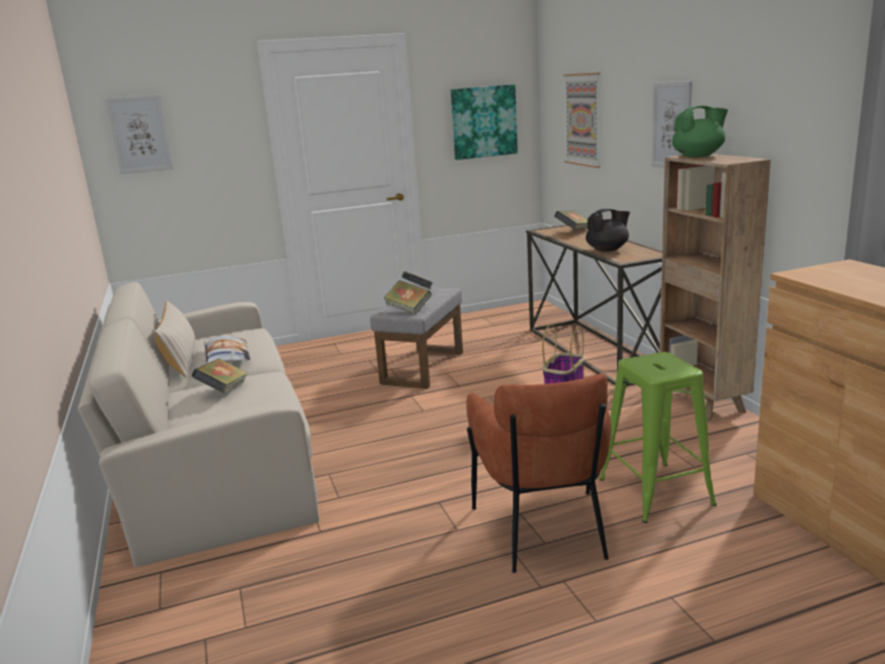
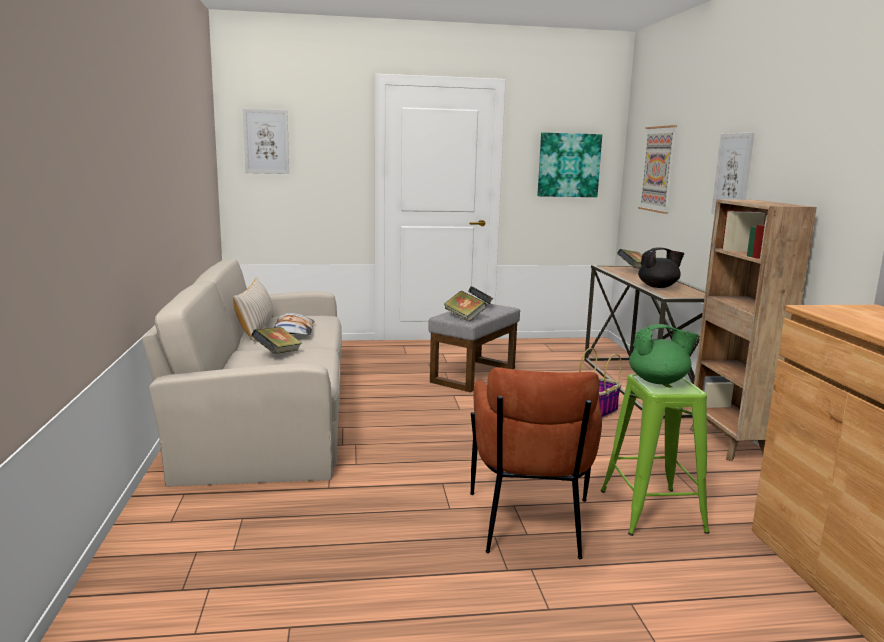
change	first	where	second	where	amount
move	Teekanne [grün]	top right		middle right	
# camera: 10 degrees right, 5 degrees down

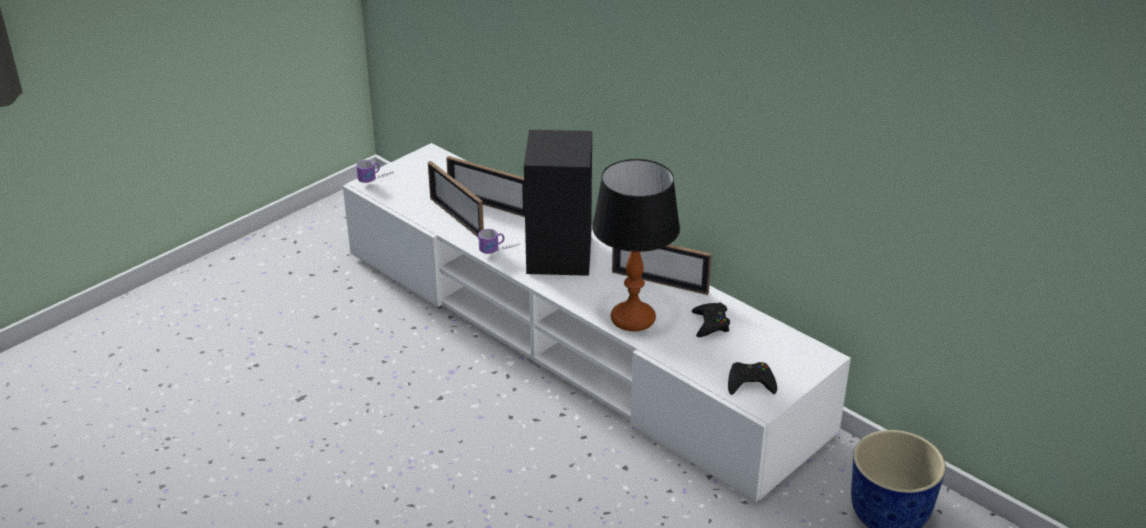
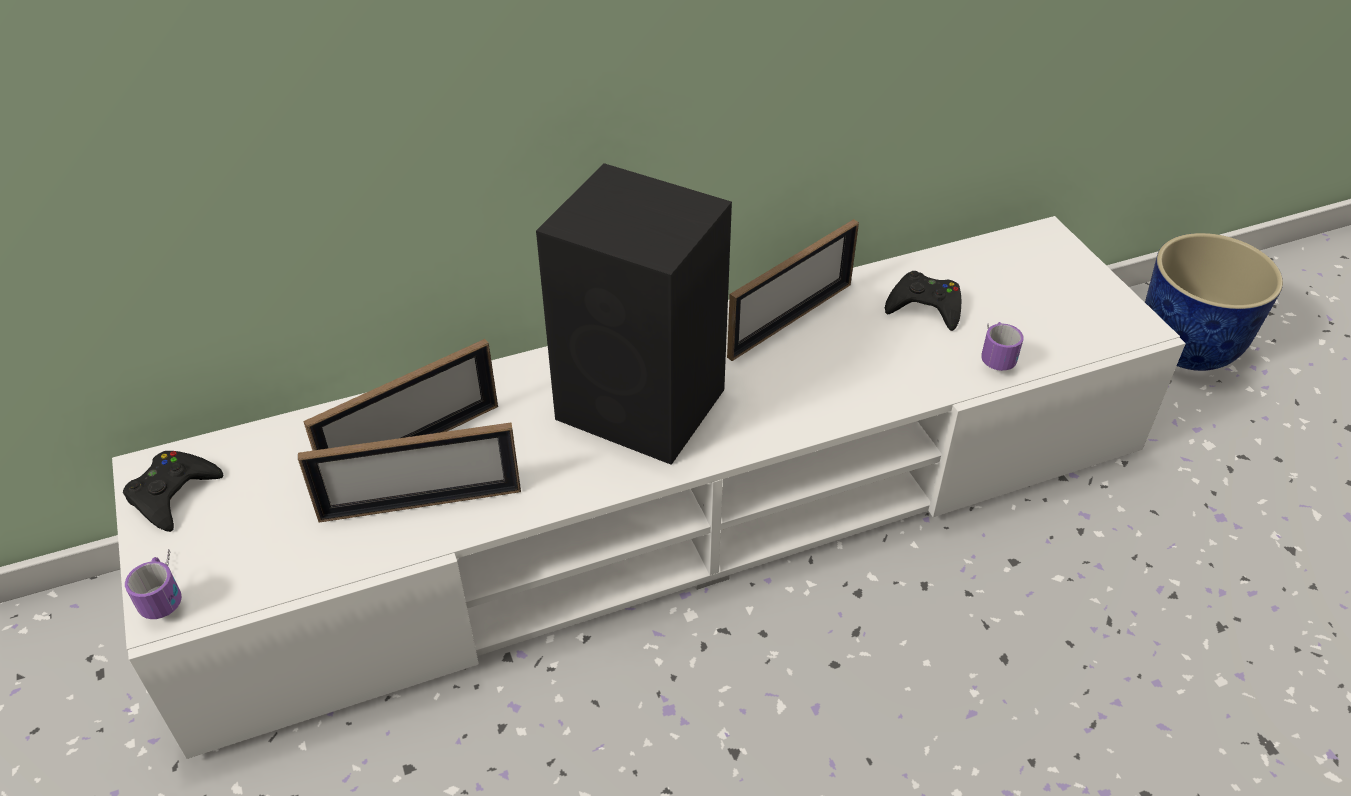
change	first	where	second	where	amount
delete	Tischlampe	centre			
move	Henkelbecher (2nd from left)	centre		middle right	
move	Gamepad [schwarz] (2nd from left in the first image)	bottom centre	Gamepad [schwarz] (1st from left)	middle left	
# camera: 65 degrees left, 10 degrees up

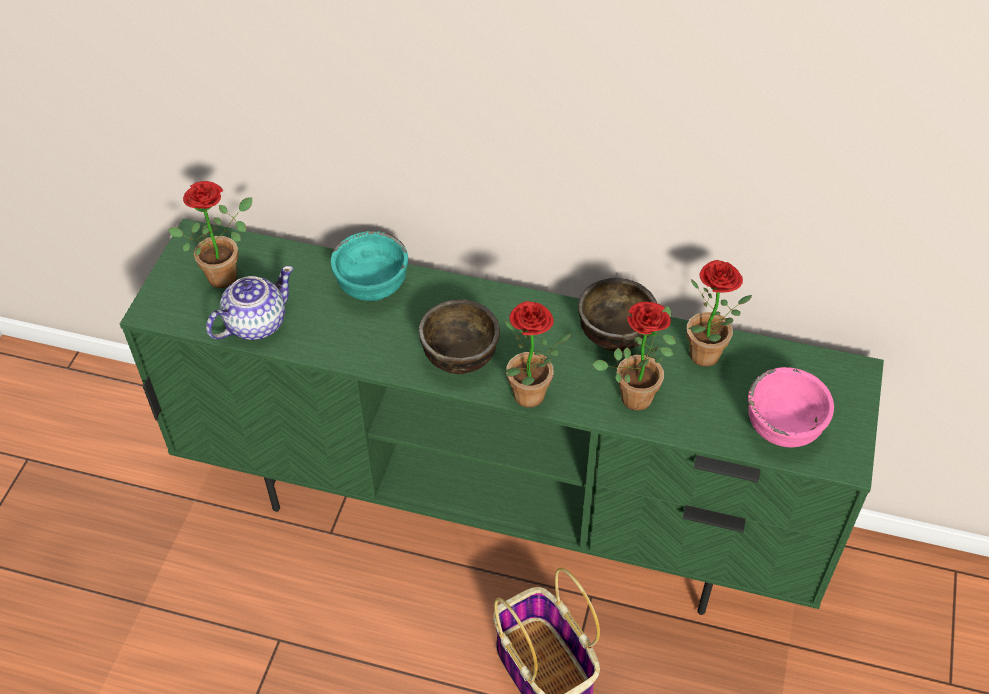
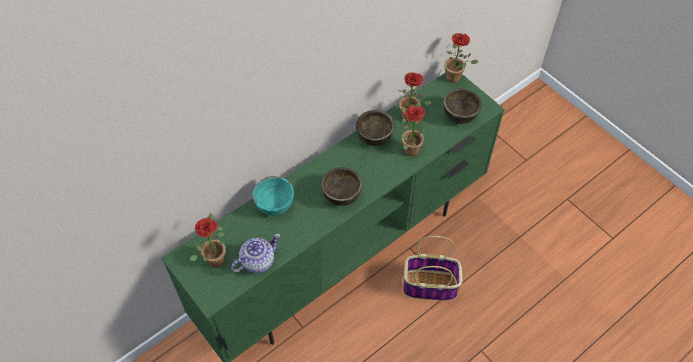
change	first	where	second	where	amount
rotate	Teekanne	middle left		bottom centre	60 degrees clockwise
move	Topfpflanze (2nd from left in the first image)	centre	Topfpflanze (4th from left)	top centre	
recolor	Schüssel [rosa]	middle right	Schüssel [braun] (3rd from left)	top right	
# camera: 55 degrees left, 5 degrees up

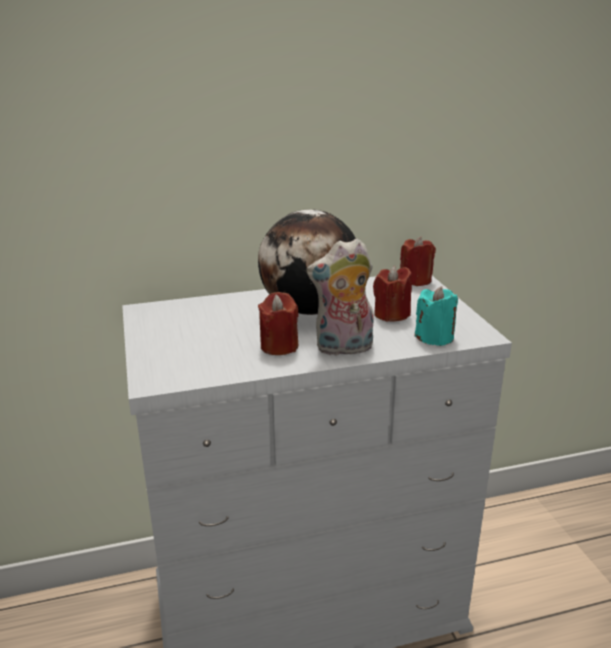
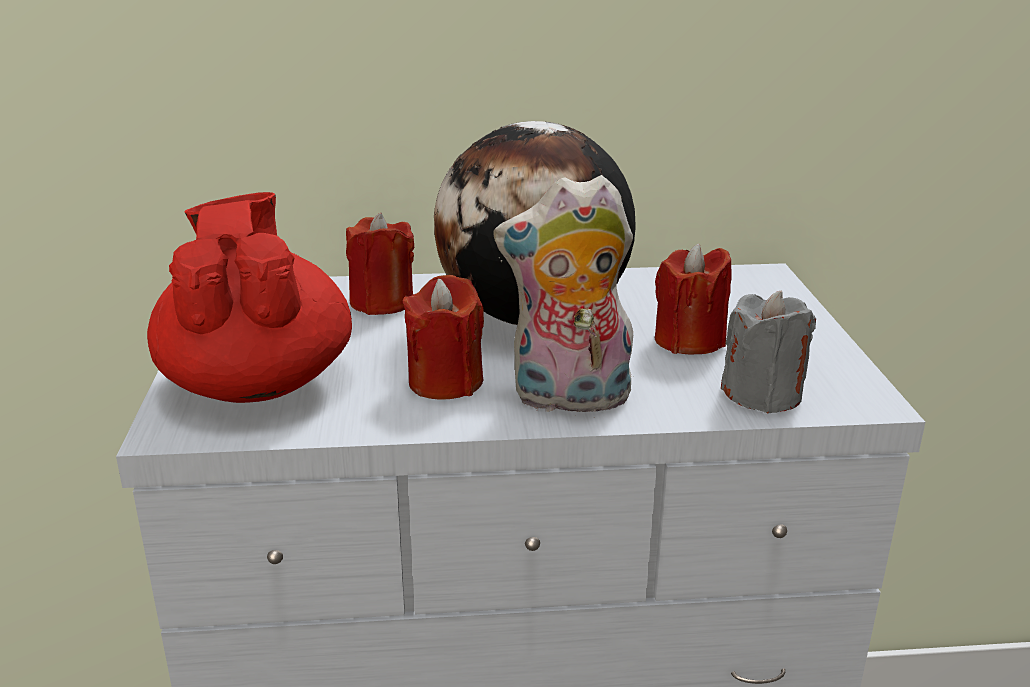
change	first	where	second	where	amount
move	Kerze [rot] (3rd from left in the first image)	middle right	Kerze [rot] (1st from left)	centre	
recolor	Kerze [türkis]	middle right	Kerze [grau]	middle right	
insert			Teekanne [rot]	middle left	
# camera: 10 degrees right, 0 degrees up

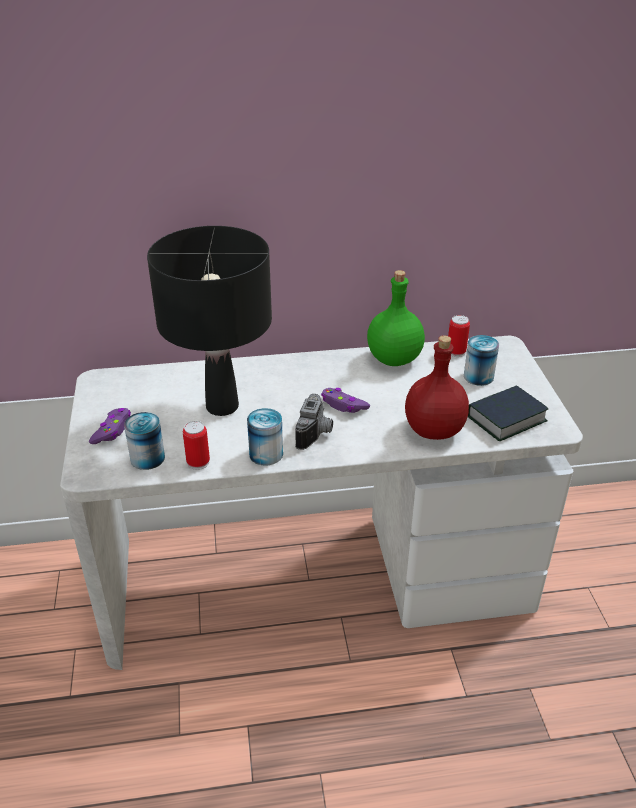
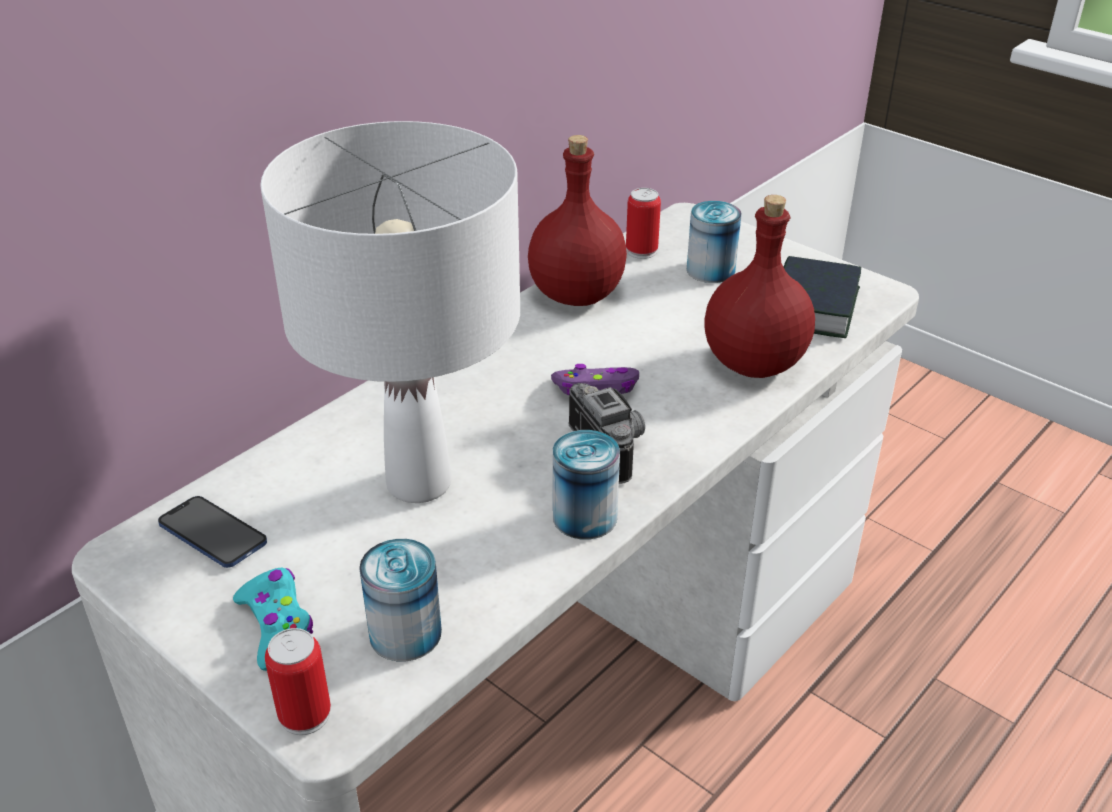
change	first	where	second	where	amount
recolor	Tischlampe [schwarz]	middle left	Tischlampe [weiß]	centre	
recolor	Flasche [grün]	centre	Flasche [rot] (1st from left)	top centre	
recolor	Gamepad [lila] (1st from left)	middle left	Gamepad [türkis]	bottom left	
move	Dose (2nd from left in the first image)	middle left	Dose (1st from left)	bottom left	
insert			Handy	middle left	
# camera: 40 degrees left, 0 degrees up

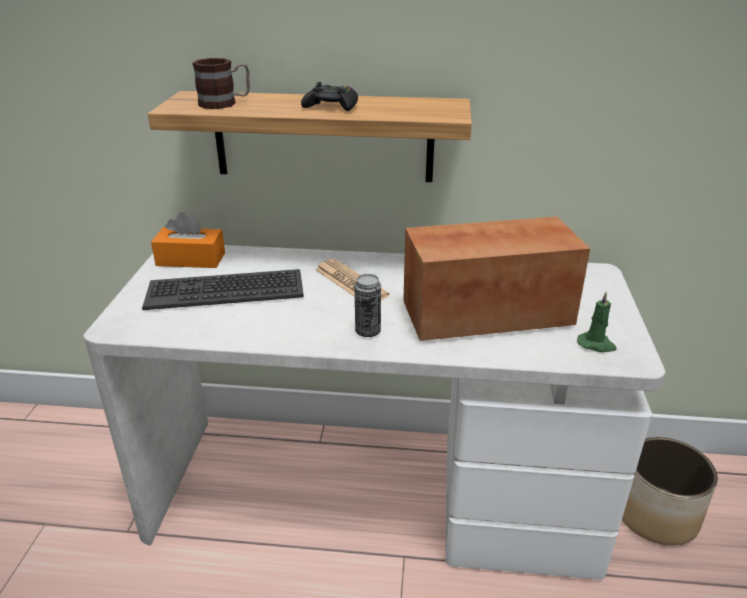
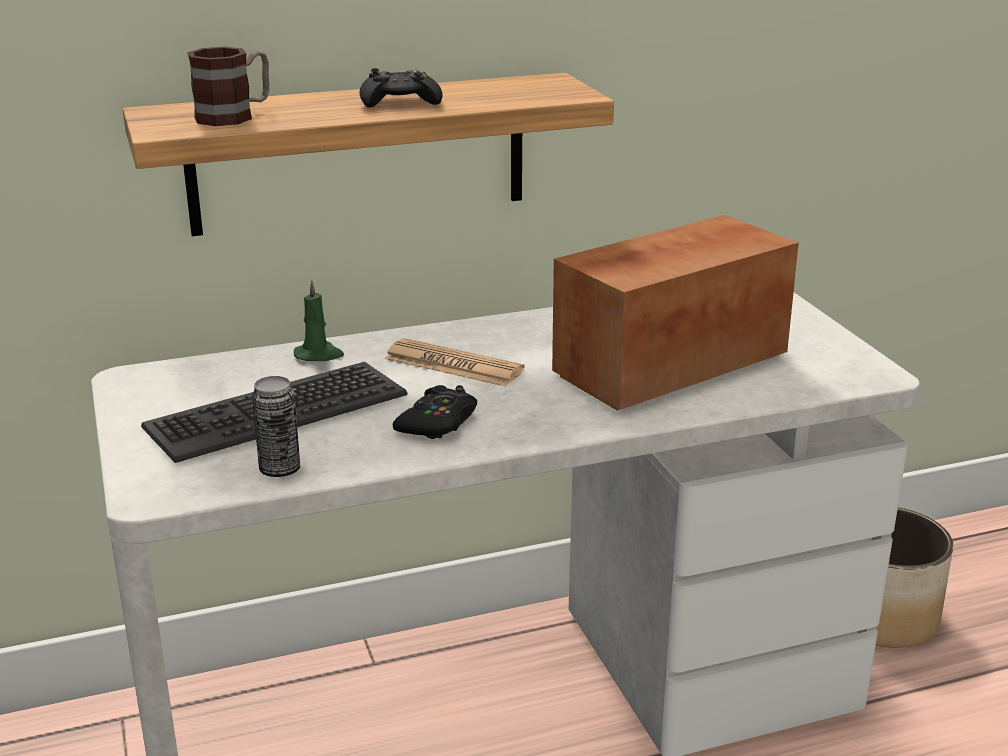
change	first	where	second	where	amount
delete	Taschentuchbox [orange]	middle left			
move	Dose	centre		middle left	
move	Kerze [grün]	middle right		middle left	
insert			Gamepad [schwarz] (2nd from left)	centre	
# camera: 25 degrees left, 5 degrees down

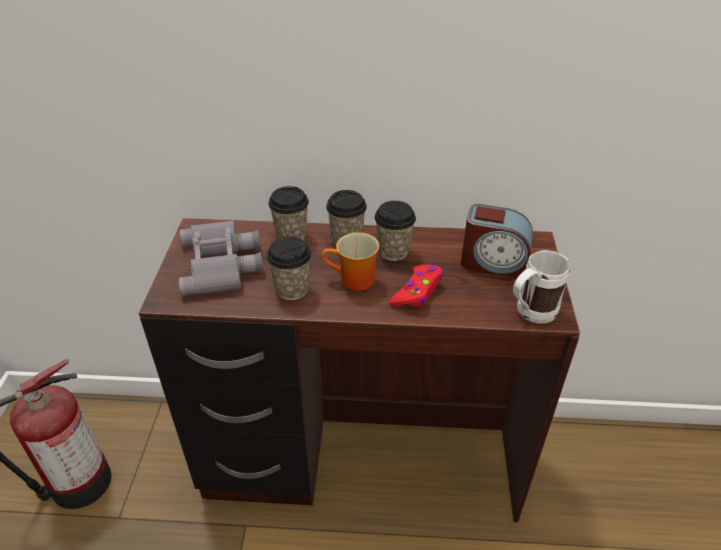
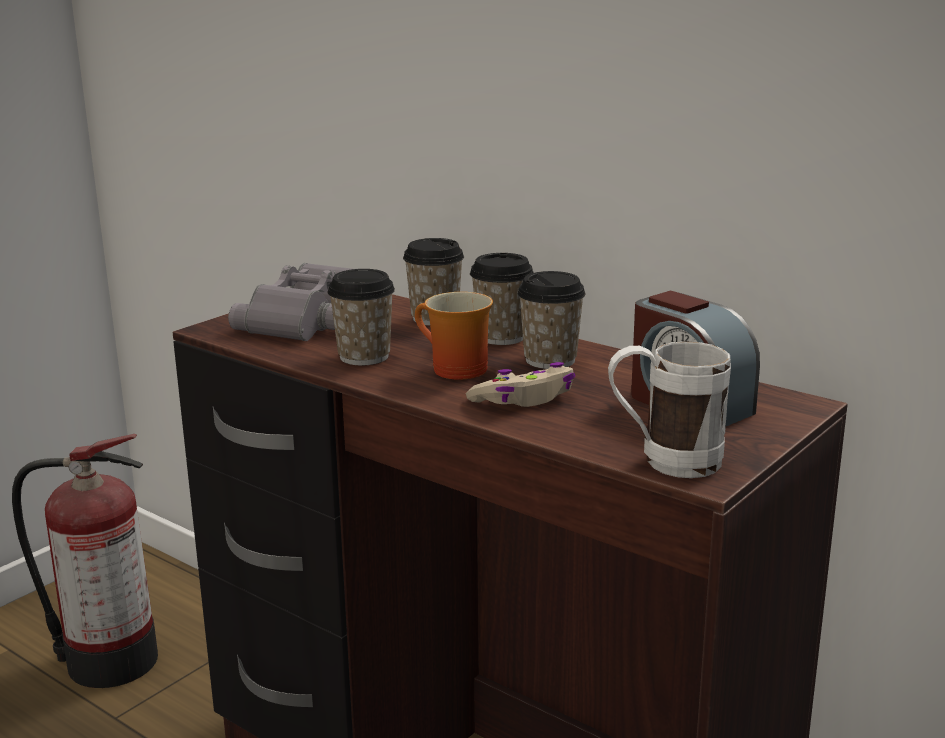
change	first	where	second	where	amount
recolor	Gamepad [rot]	centre	Gamepad [beige]	centre	
# camera: 35 degrees right, 20 degrees down

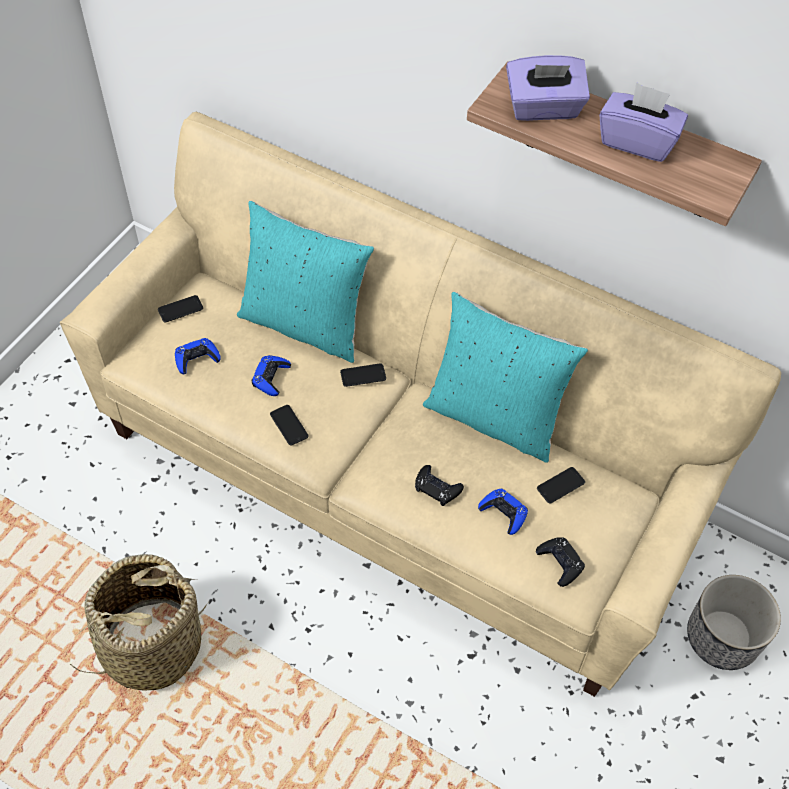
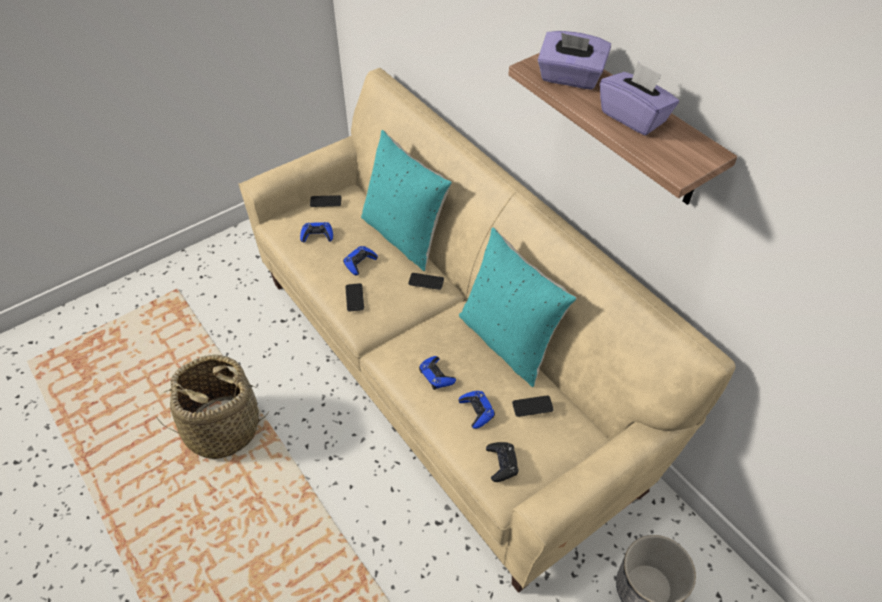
change	first	where	second	where	amount
recolor	Gamepad [schwarz] (1st from left)	centre	Gamepad [blau] (3rd from left)	centre	
# camera: 25 degrees right, 5 degrees down

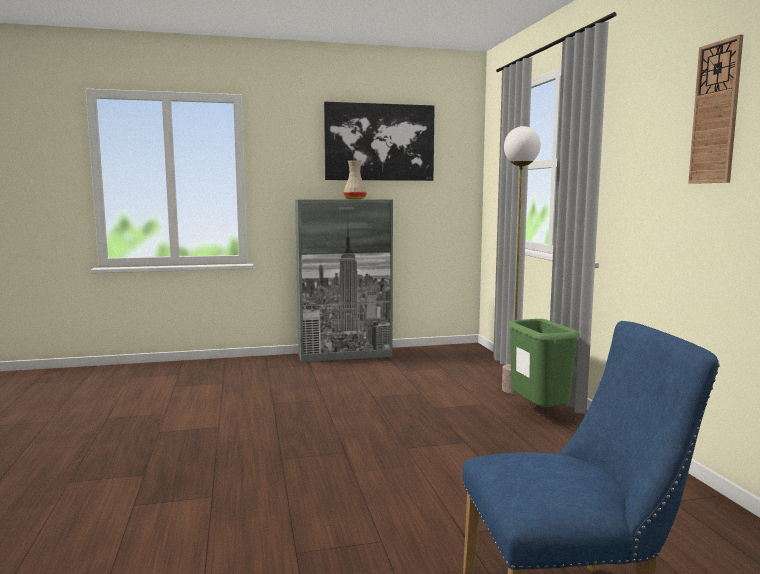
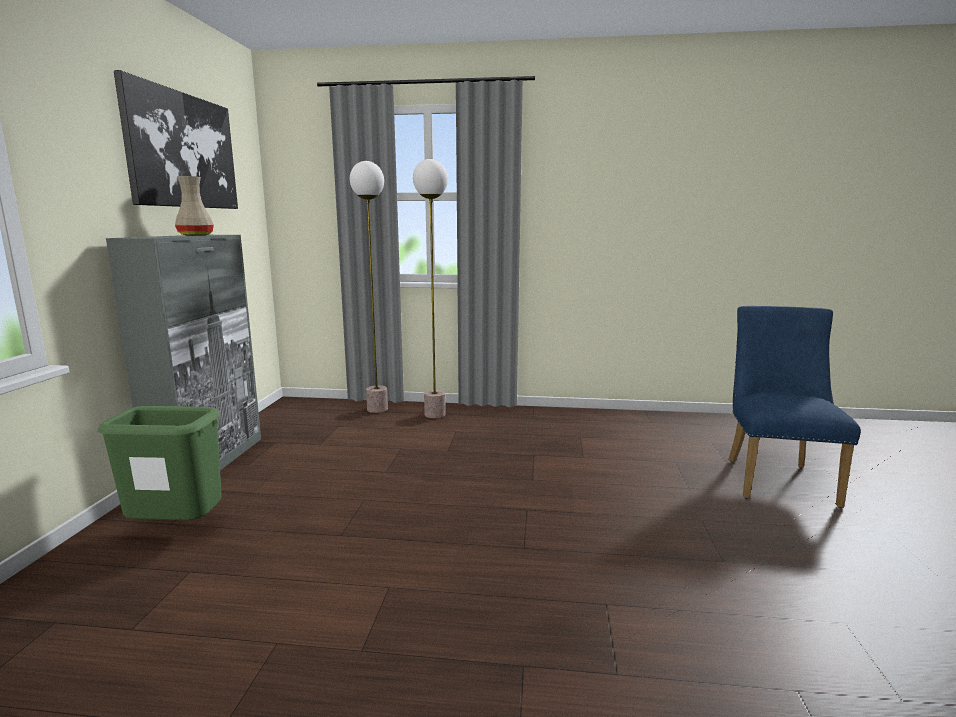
change	first	where	second	where	amount
delete	Wanduhr	top right			
move	Mülleimer [grün]	middle right		middle left	
insert			Stehlampe (1st from left)	centre	
# camera: 70 degrees left, 5 degrees up

